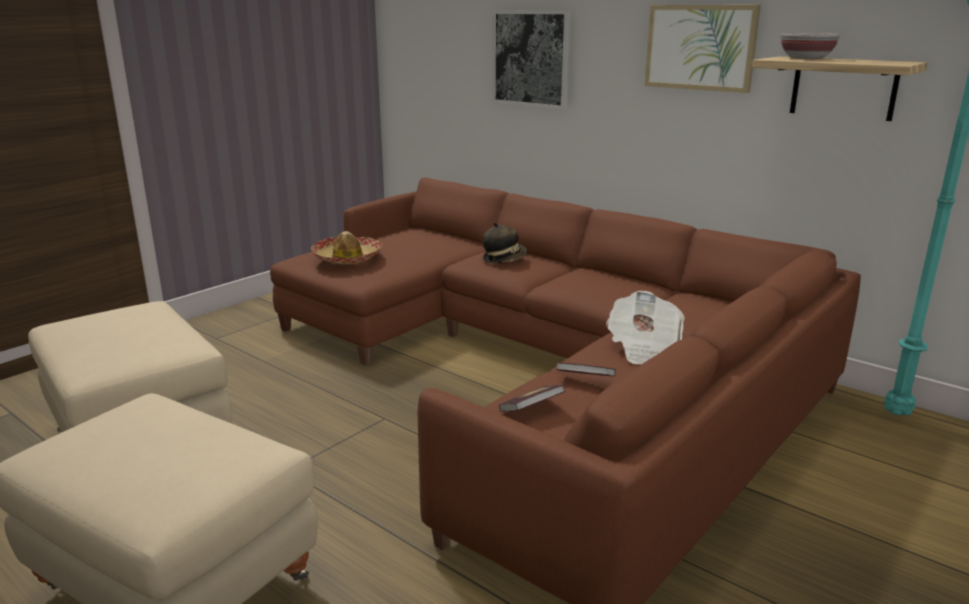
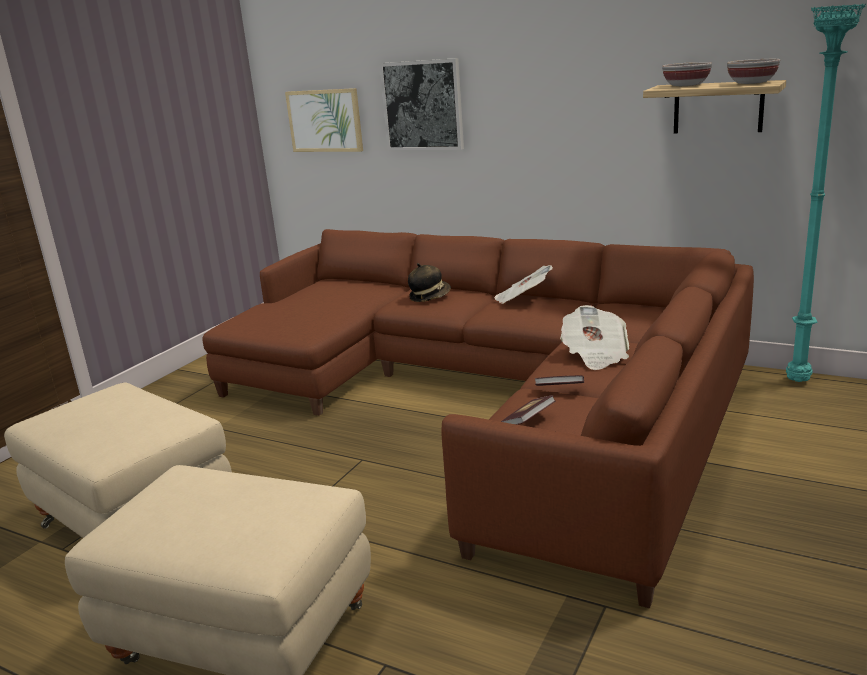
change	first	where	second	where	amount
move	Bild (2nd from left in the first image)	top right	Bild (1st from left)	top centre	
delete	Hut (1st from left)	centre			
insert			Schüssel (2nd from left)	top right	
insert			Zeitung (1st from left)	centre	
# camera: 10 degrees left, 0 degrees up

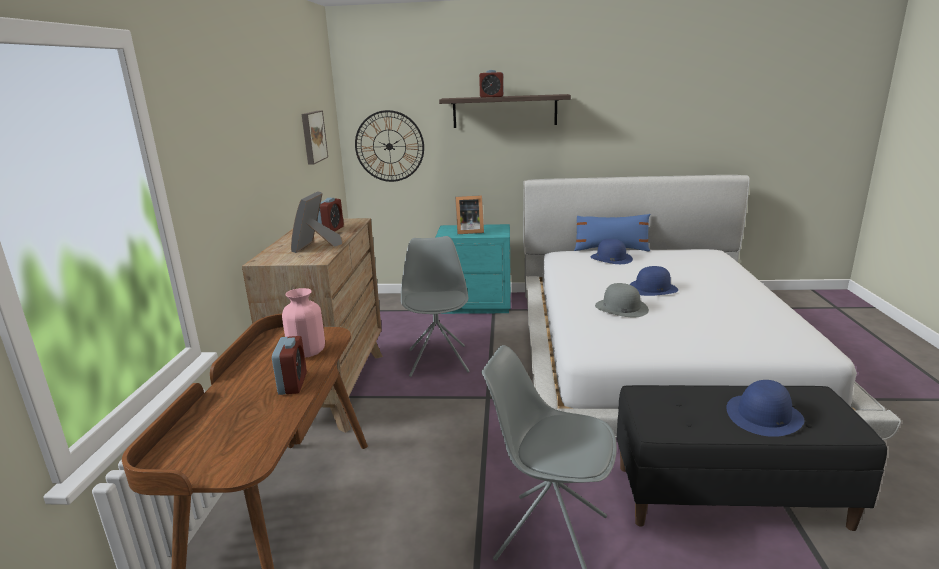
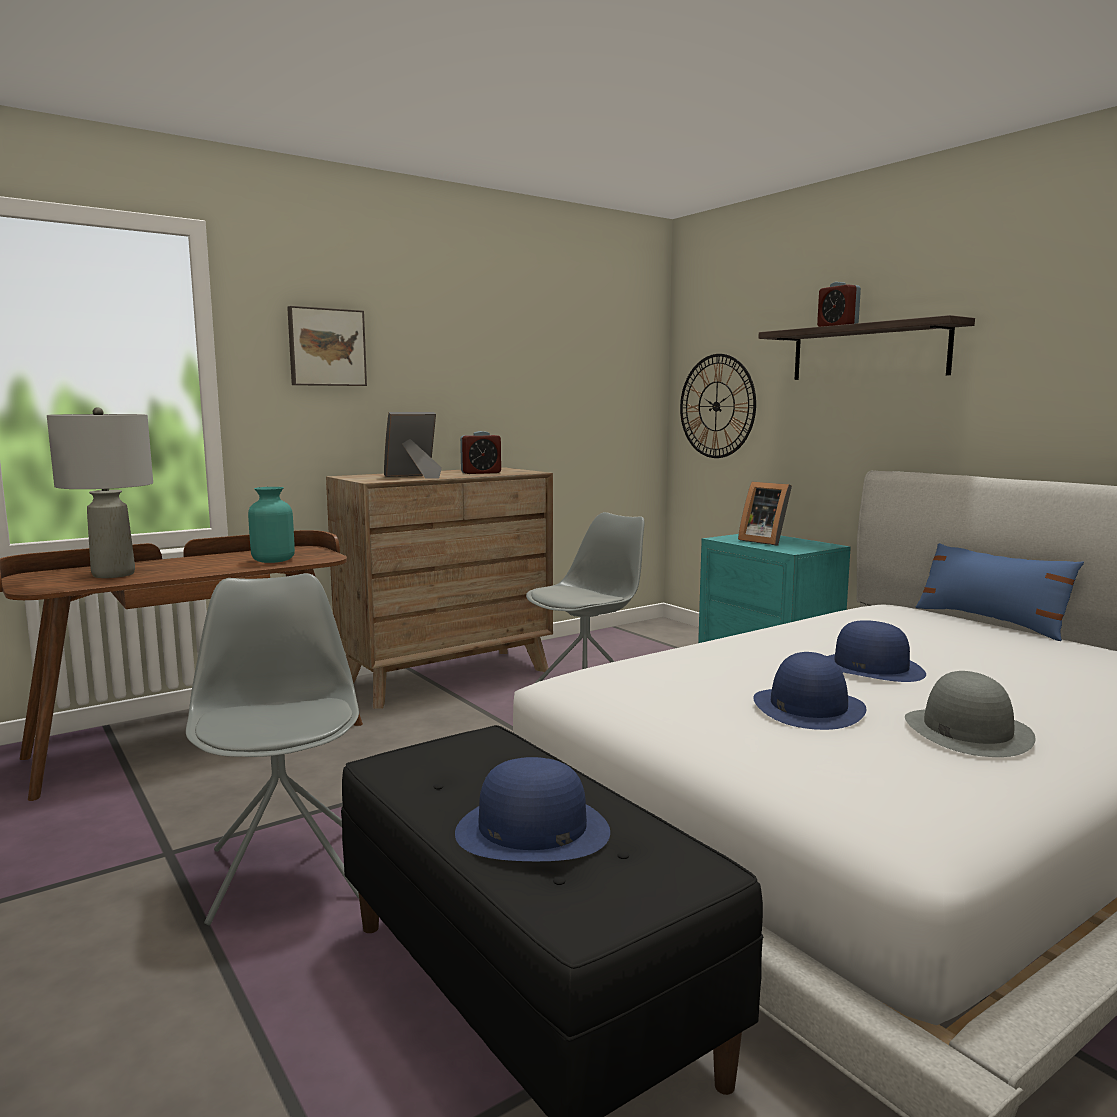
change	first	where	second	where	amount
move	Bild	top centre		top left	
move	Hut [blau] (1st from left in the first image)	centre	Hut [blau] (2nd from left)	middle right	
move	Hut [grau]	centre		middle right	
recolor	Vase [rosa]	middle left	Vase [türkis]	middle left	
delete	Wecker (1st from left)	middle left			
insert			Tischlampe [grau]	middle left	
# camera: 50 degrees right, 10 degrees down

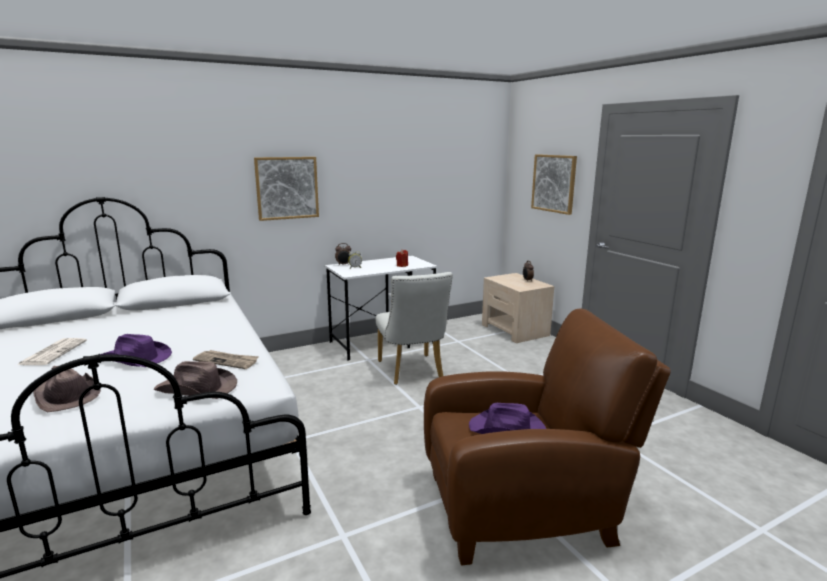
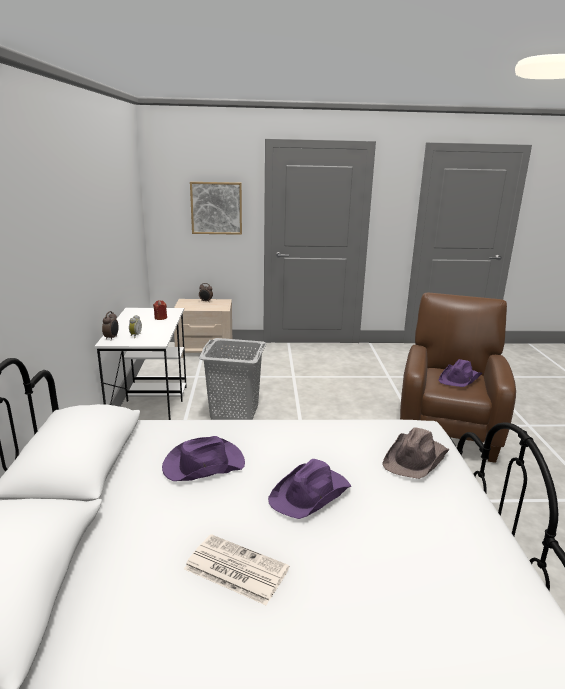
change	first	where	second	where	amount
delete	Bild (1st from left)	top centre			
replace	Stuhl [weiß]	centre	Wäschekorb [grau]	centre	
delete	Zeitung (2nd from left)	middle left			
delete	Hut [braun] (1st from left)	bottom left			
insert			Hut [lila] (1st from left)	centre	
# camera: 65 degrees left, 5 degrees up

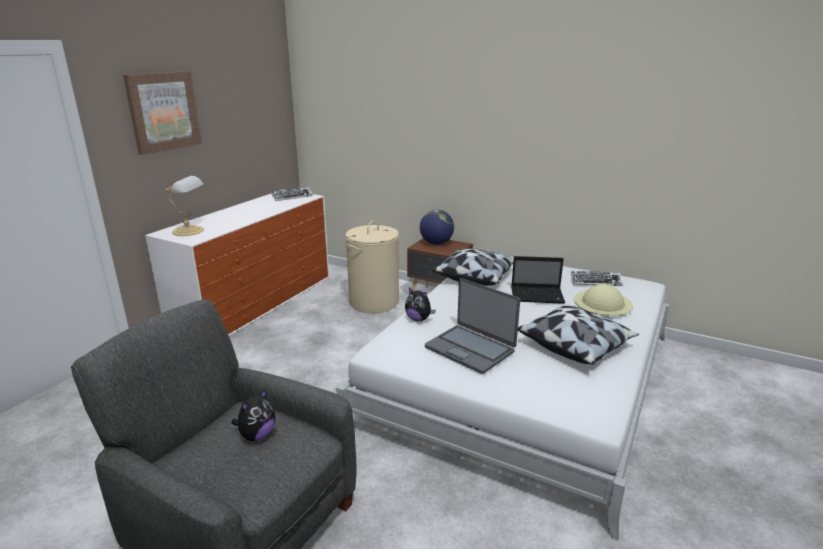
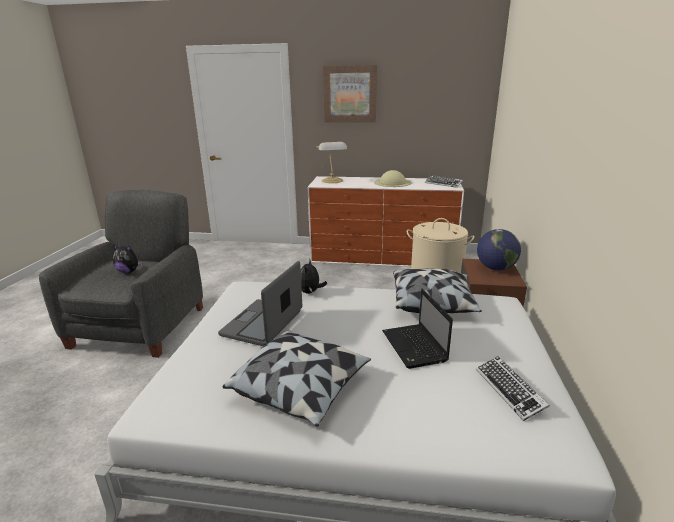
change	first	where	second	where	amount
move	Hut [beige]	middle right		centre	
# camera: 70 degrees right, 0 degrees up

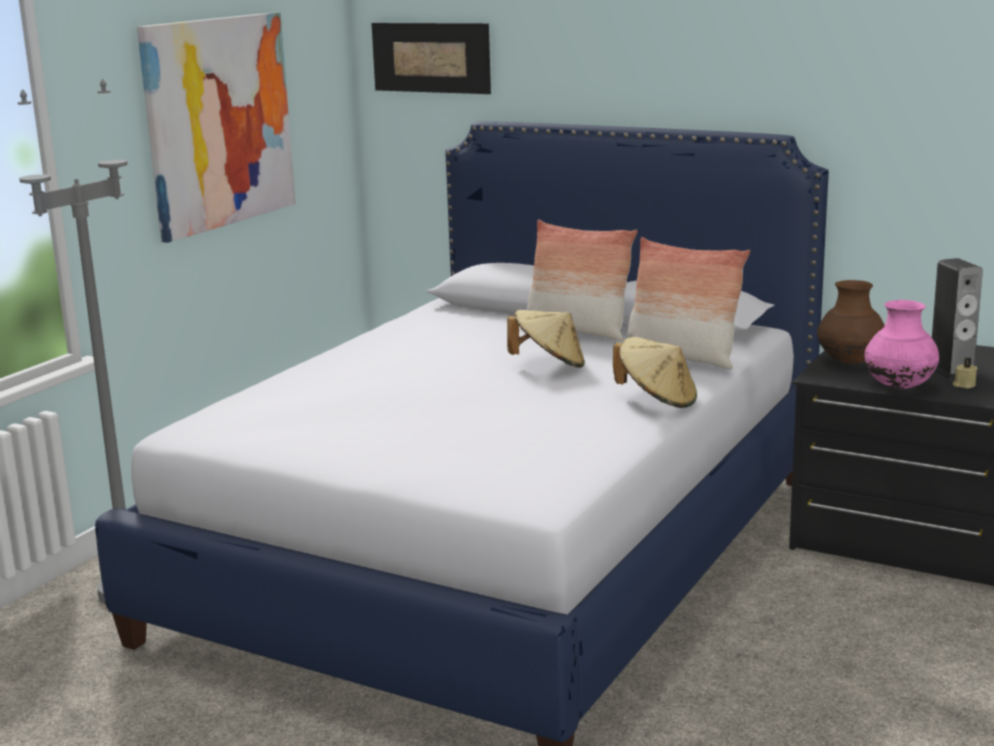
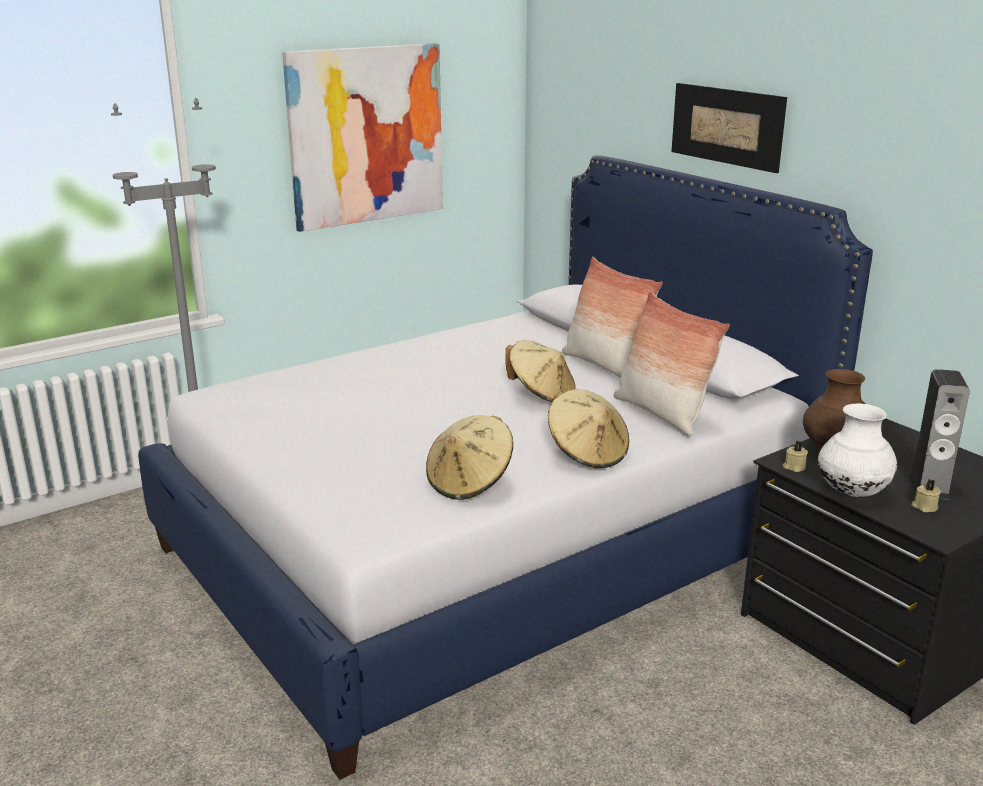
change	first	where	second	where	amount
move	Bild (2nd from left)	top centre		top right	
recolor	Vase [rosa]	middle right	Vase [weiß]	middle right	
insert			Hut [beige] (1st from left)	centre	
insert			Kerze [beige] (1st from left)	middle right	
# camera: 25 degrees right, 5 degrees up

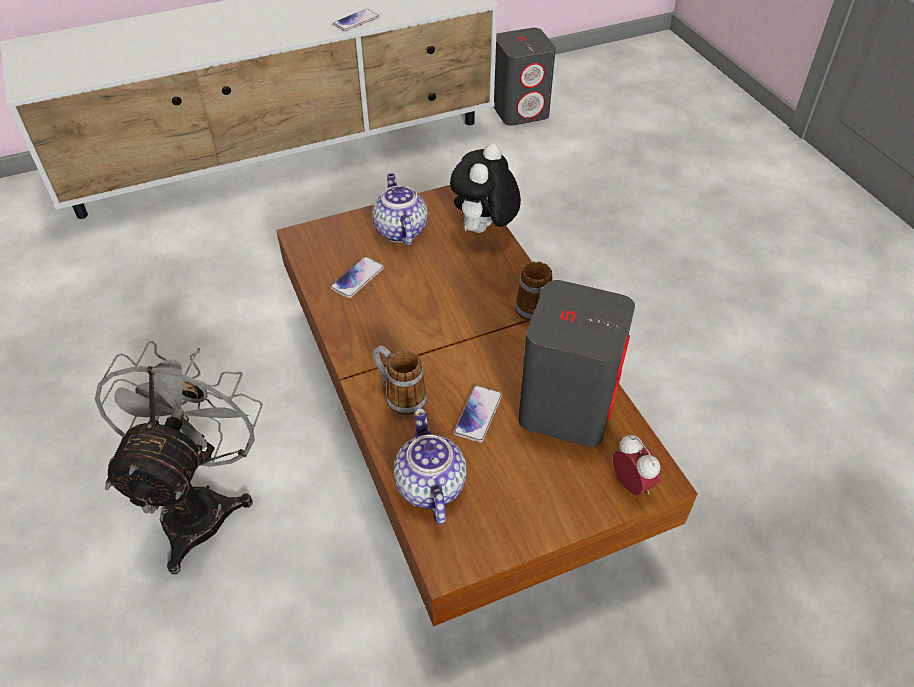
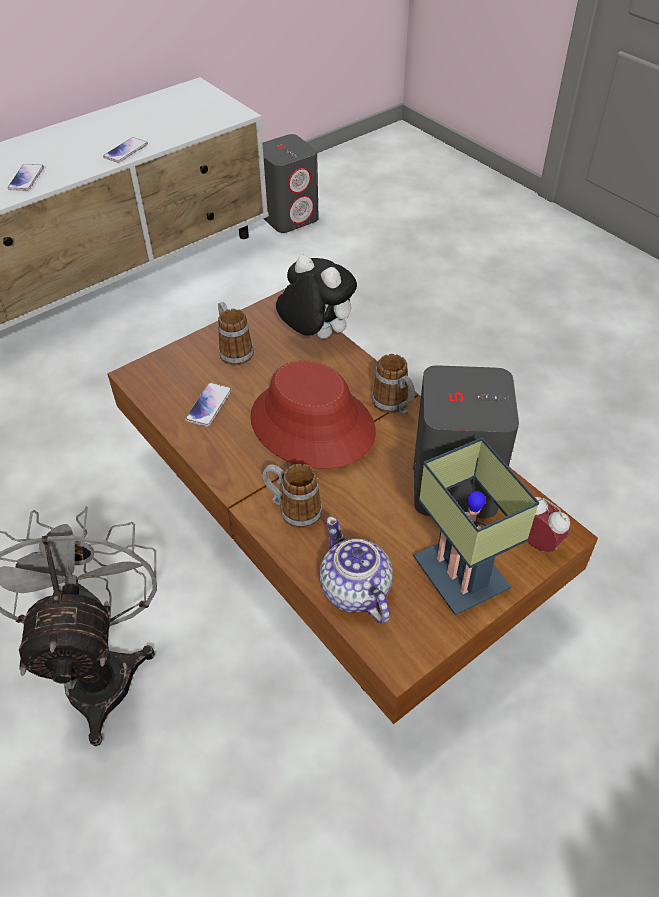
change	first	where	second	where	amount
rotate	Plüschtier	top centre		top centre	120 degrees clockwise
replace	Teekanne (1st from left)	top centre	Henkelbecher (1st from left)	centre	
move	Handy (3rd from left in the first image)	centre	Handy (1st from left)	top left	
insert			Hut [rot]	centre	
insert			Tischlampe	middle right	
# camera: 15 degrees left, 0 degrees up

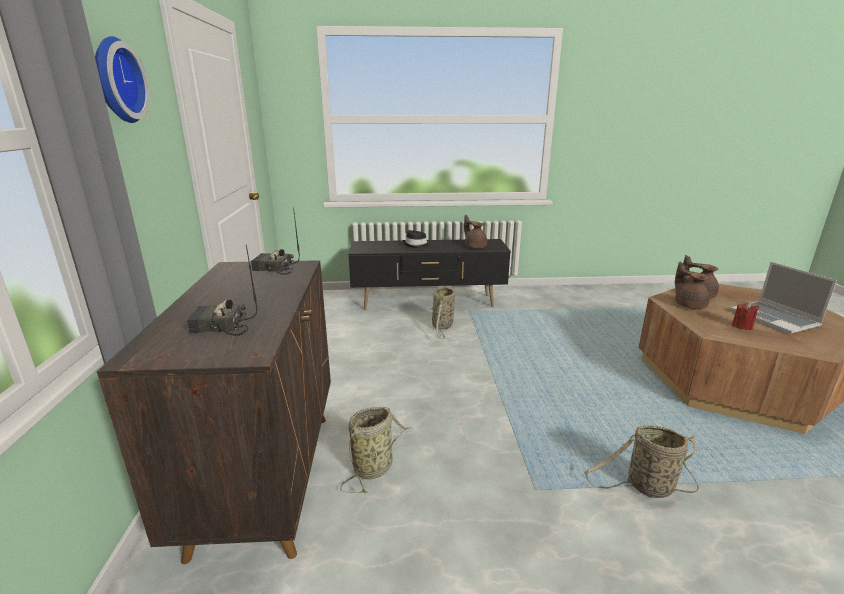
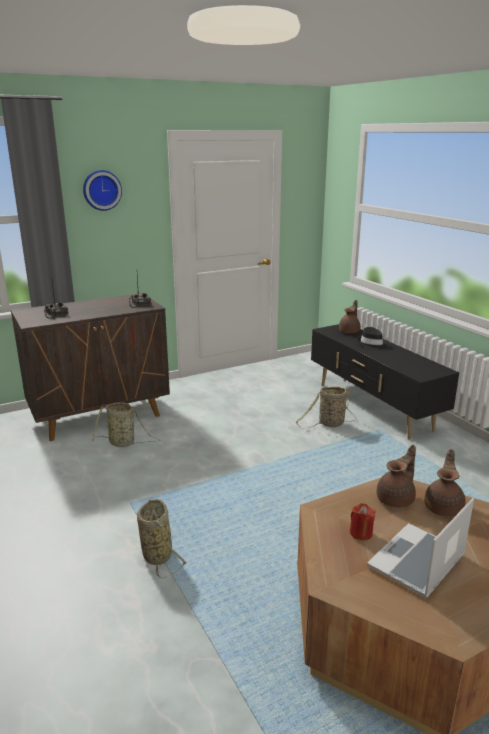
change	first	where	second	where	amount
move	Teekanne [braun] (1st from left)	centre		middle right	
# camera: 65 degrees right, 0 degrees up

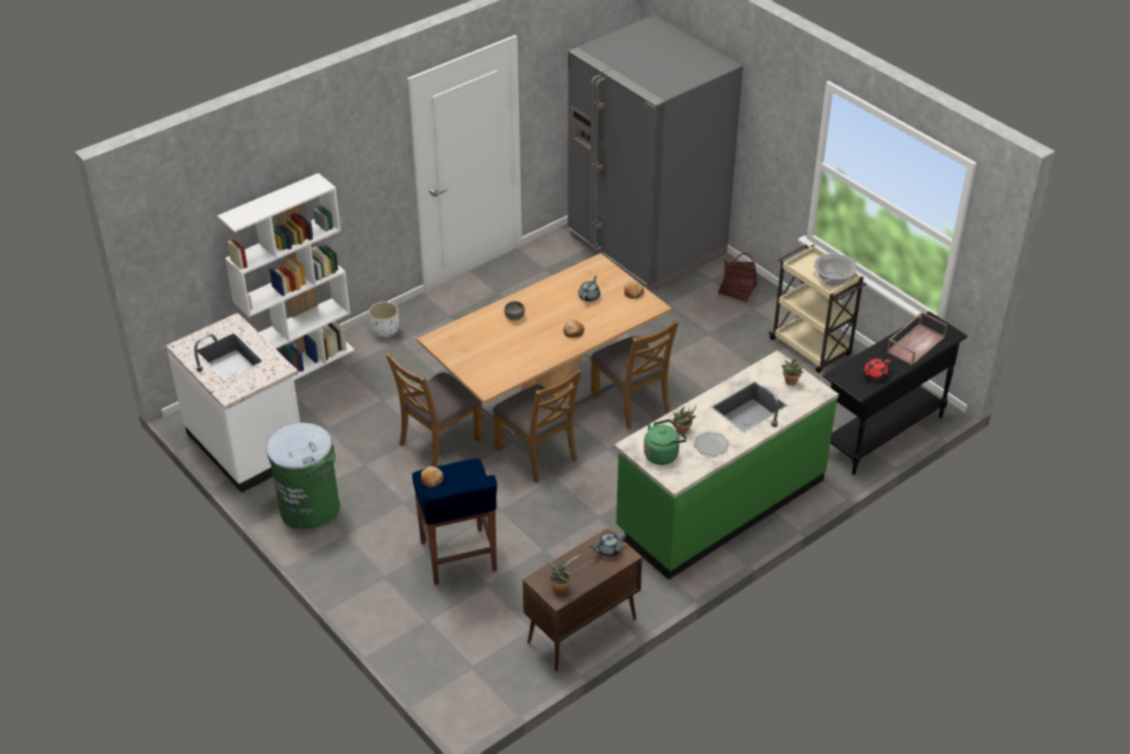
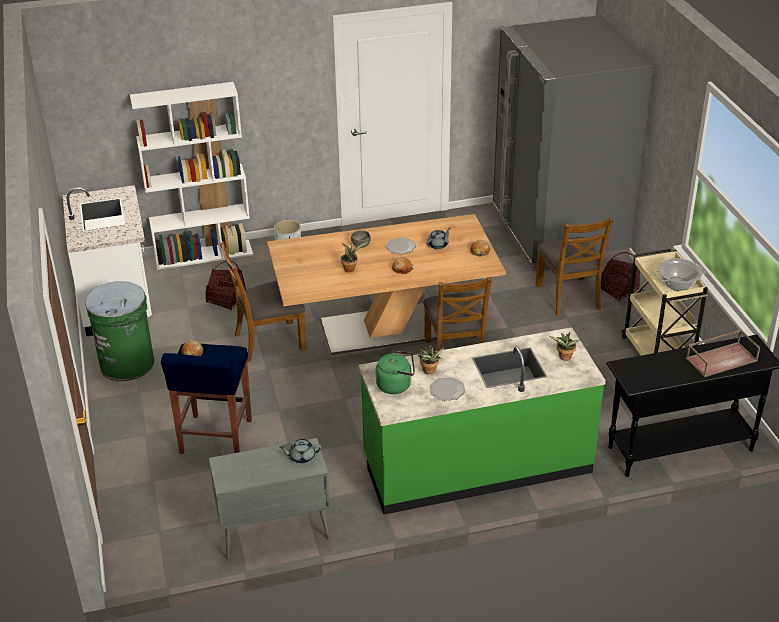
change	first	where	second	where	amount
delete	Teekanne [rot]	middle right			
move	Stuhl [braun] (2nd from left in the first image)	centre	Stuhl [braun] (3rd from left)	middle right	
recolor	Schrank [braun]	bottom centre	Schrank [grau]	bottom centre	
move	Topfpflanze (1st from left)	bottom centre		centre	
insert			Teller (1st from left)	centre	
insert			Korb (1st from left)	middle left	
# camera: 25 degrees right, 5 degrees down

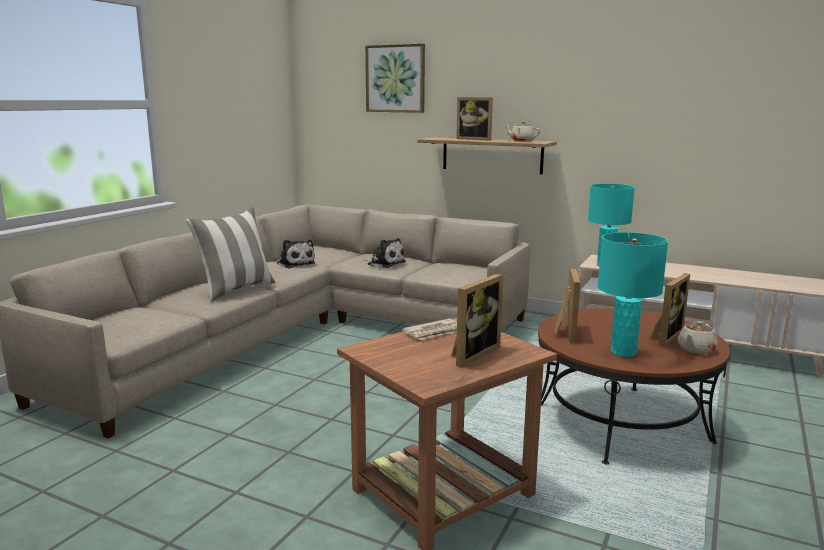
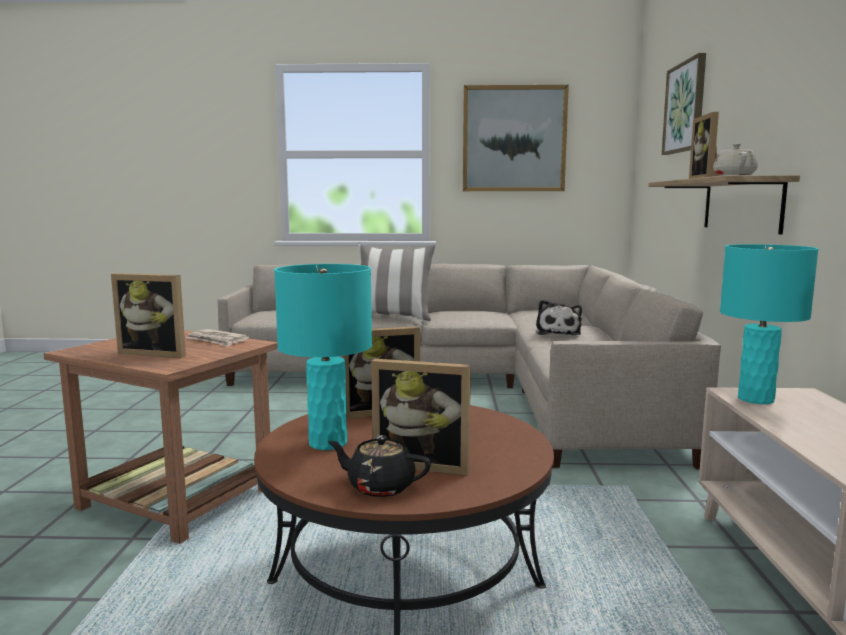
change	first	where	second	where	amount
delete	Plüschtier (1st from left)	centre			
recolor	Teekanne [beige] (2nd from left)	middle right	Teekanne [schwarz]	bottom centre	
insert			Bild (1st from left)	top centre	
# camera: 65 degrees right, 5 degrees down

